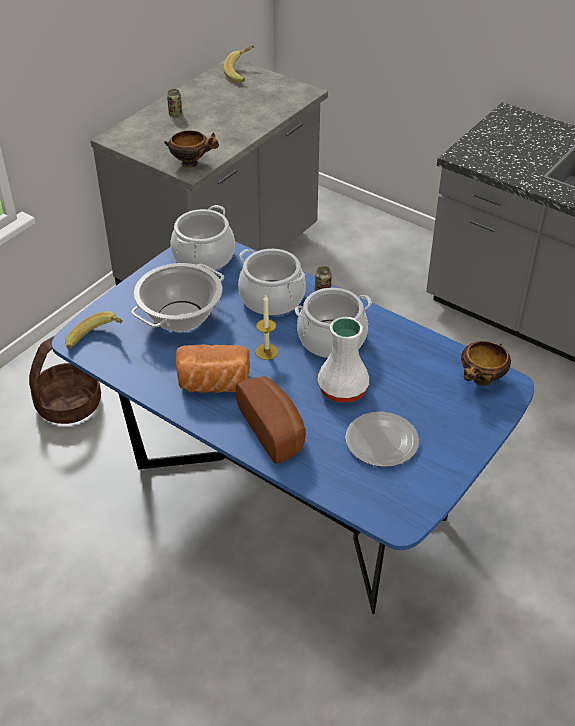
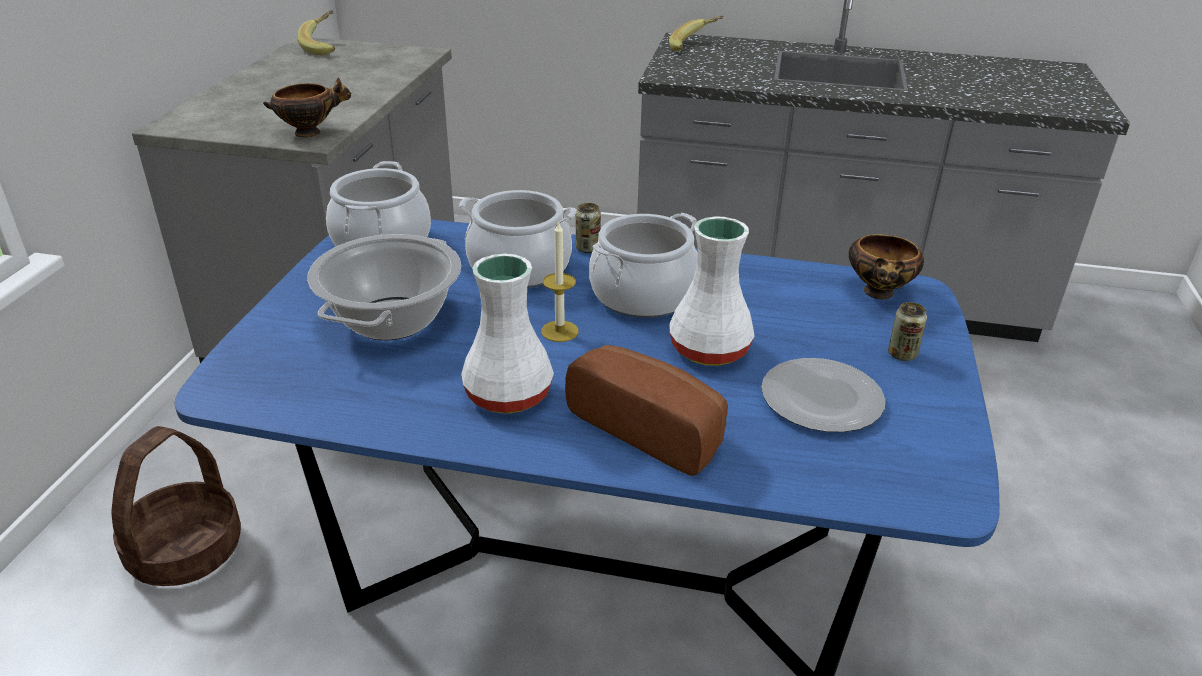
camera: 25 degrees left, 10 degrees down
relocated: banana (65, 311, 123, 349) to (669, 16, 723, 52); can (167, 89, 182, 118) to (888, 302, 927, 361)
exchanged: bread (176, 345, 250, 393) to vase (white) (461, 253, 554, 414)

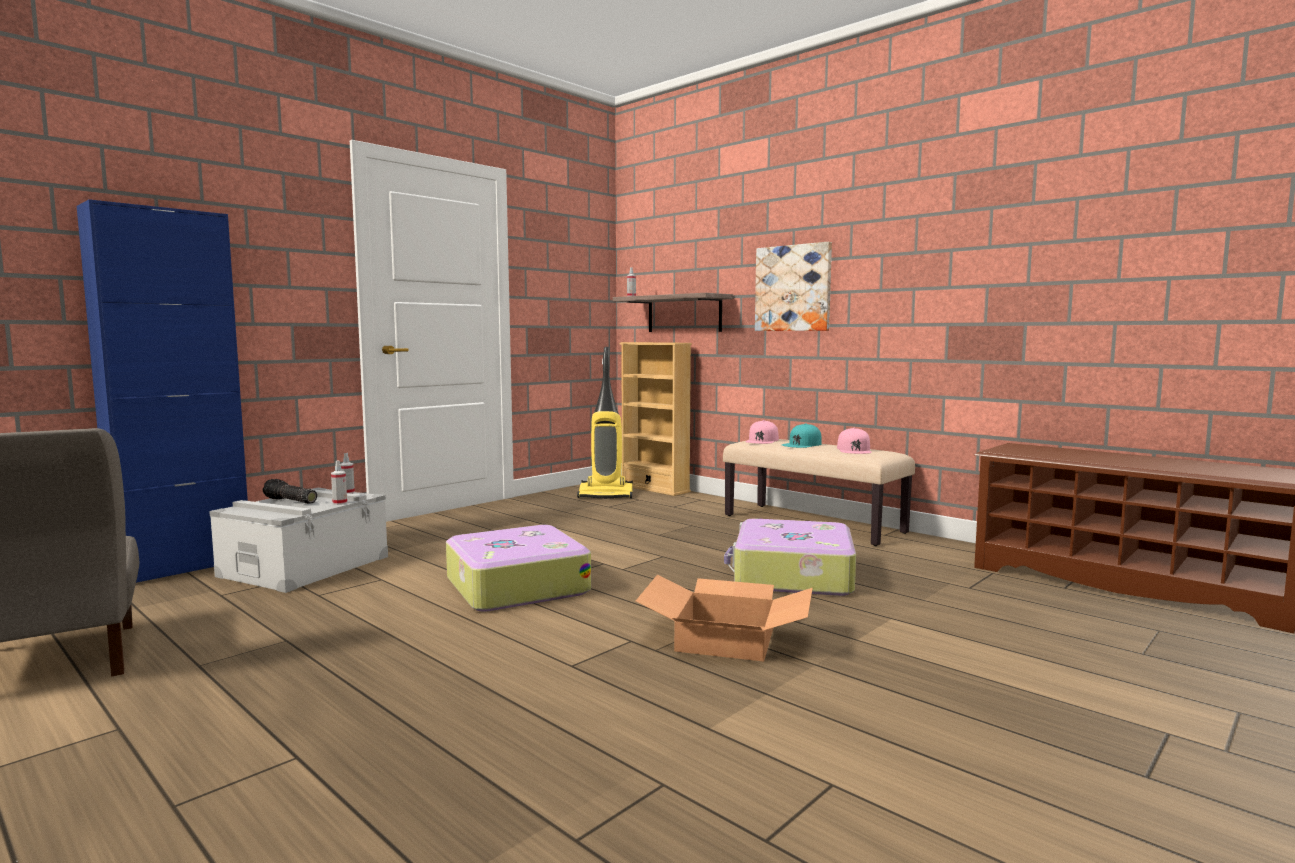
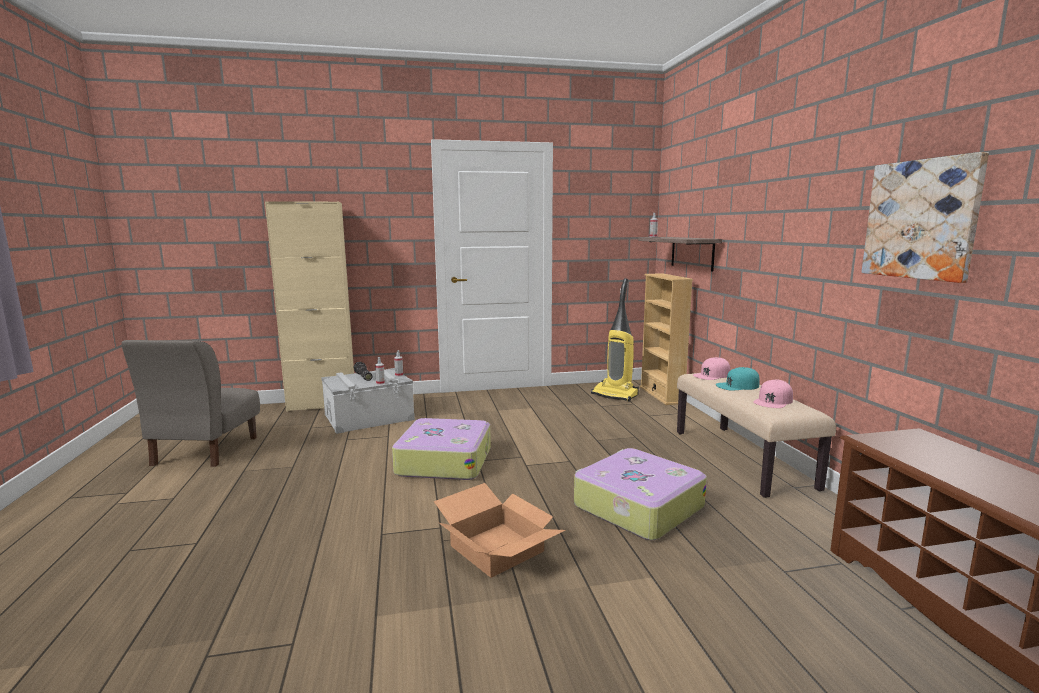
camera: 35 degrees right, 5 degrees up
relocated: picture (755, 242, 832, 331) to (862, 152, 989, 283)
colour: cabinet (blue) (77, 199, 248, 583) to cabinet (beige) (265, 201, 354, 412)

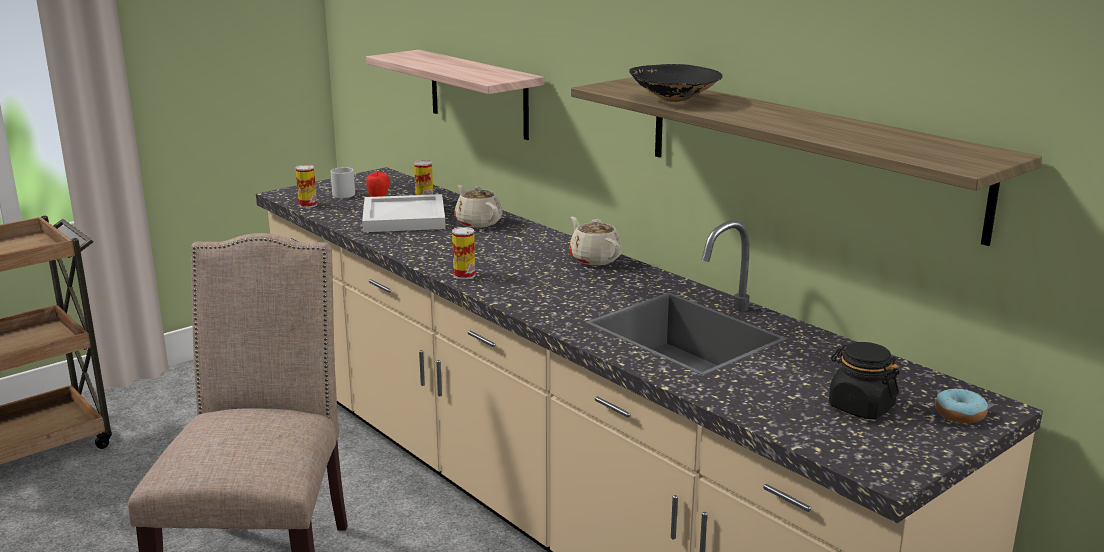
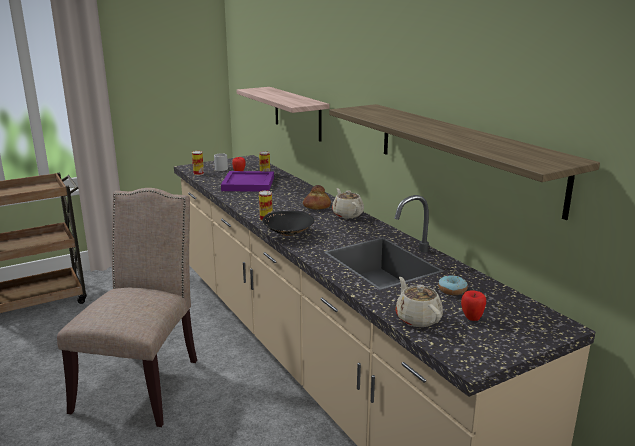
camera: 10 degrees right, 0 degrees up
appeared: bread (303, 185, 331, 210)
relocated: teapot (beige) (454, 185, 503, 228) to (395, 277, 443, 327); bowl (black) (629, 64, 723, 102) to (262, 211, 315, 236); donut (935, 389, 988, 423) to (438, 275, 468, 295)
exchanged: jar (black) (829, 342, 900, 419) to apple (461, 290, 486, 321)
colour: tray (white) (362, 194, 446, 232) to tray (purple) (221, 171, 274, 192)

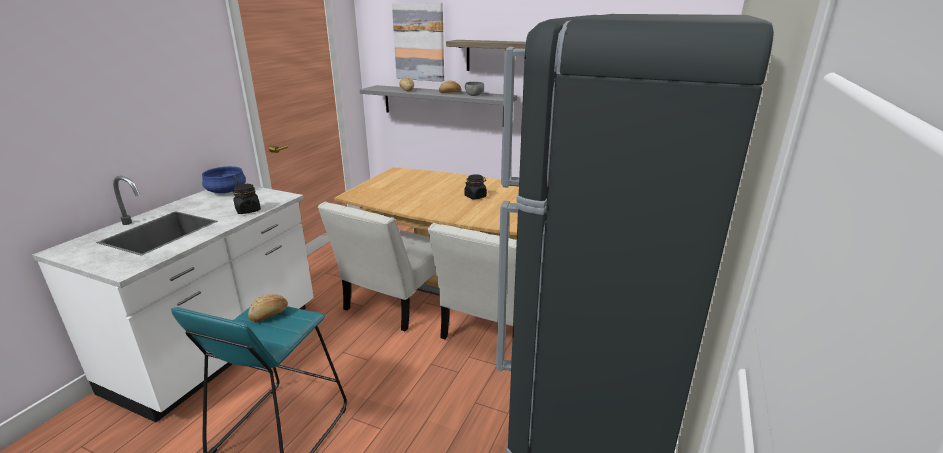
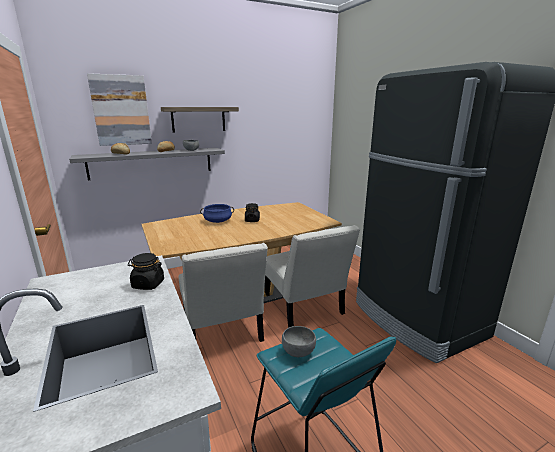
camera: 50 degrees left, 5 degrees down
relocated: cooking pot (blue) (202, 166, 246, 193) to (200, 204, 234, 223)
exchanged: bread (248, 294, 288, 322) to bowl (grey) (282, 326, 316, 357)

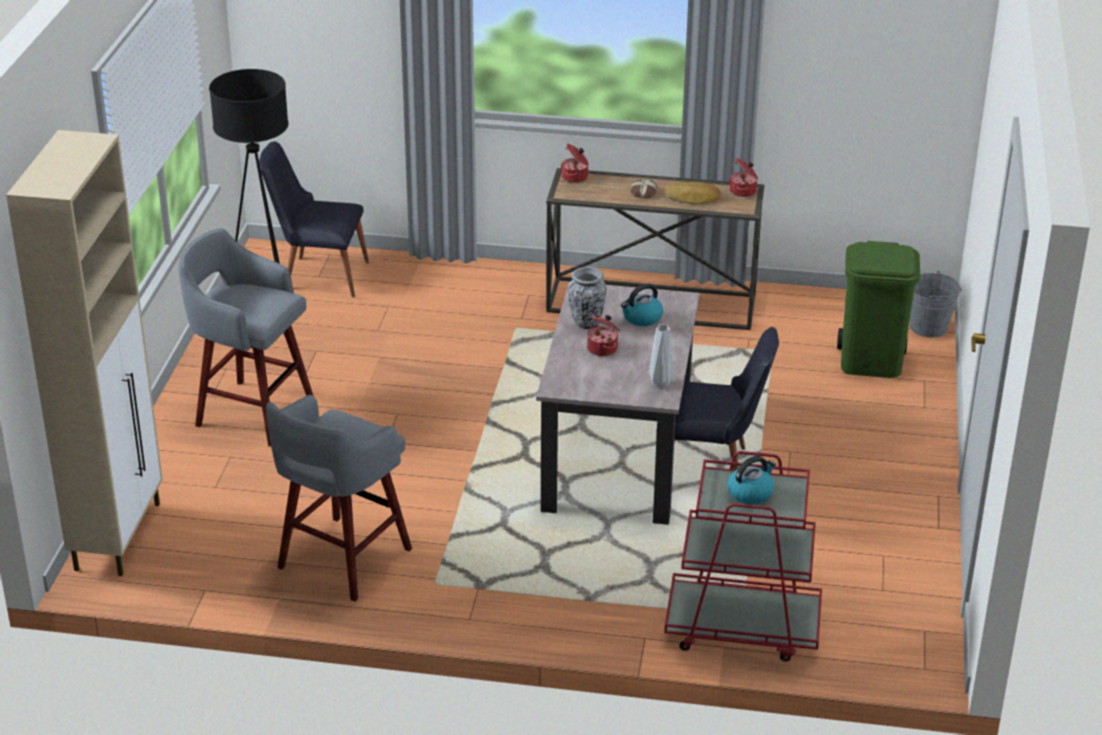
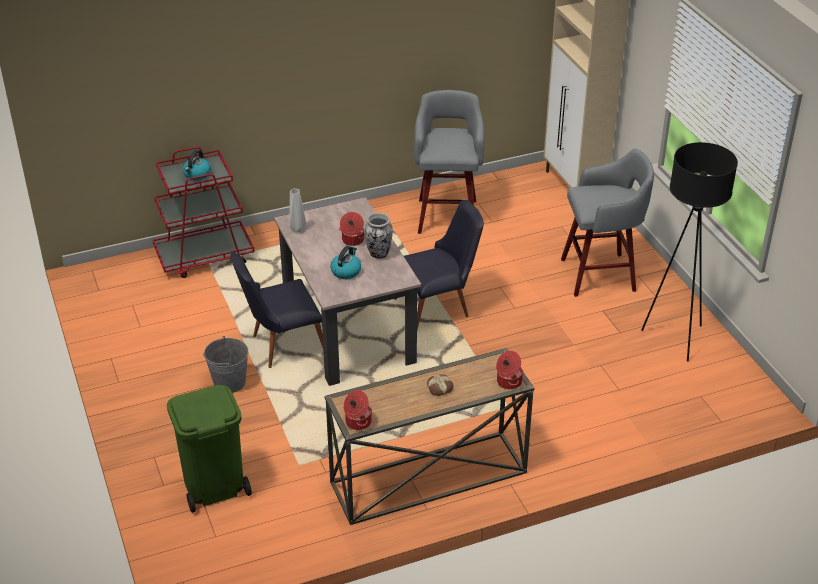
camera: 150 degrees right, 5 degrees up
missing: bread (665, 182, 721, 204)
relocated: chair (black) (259, 141, 369, 297) to (394, 200, 484, 330); bucket (grey) (910, 271, 962, 337) to (203, 336, 248, 393)

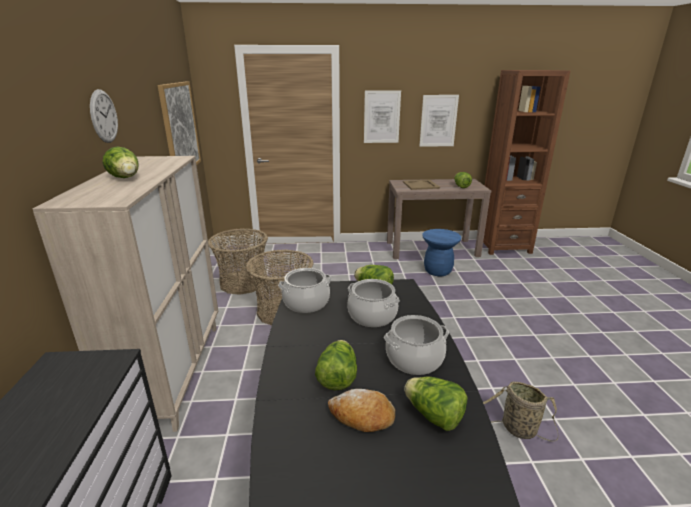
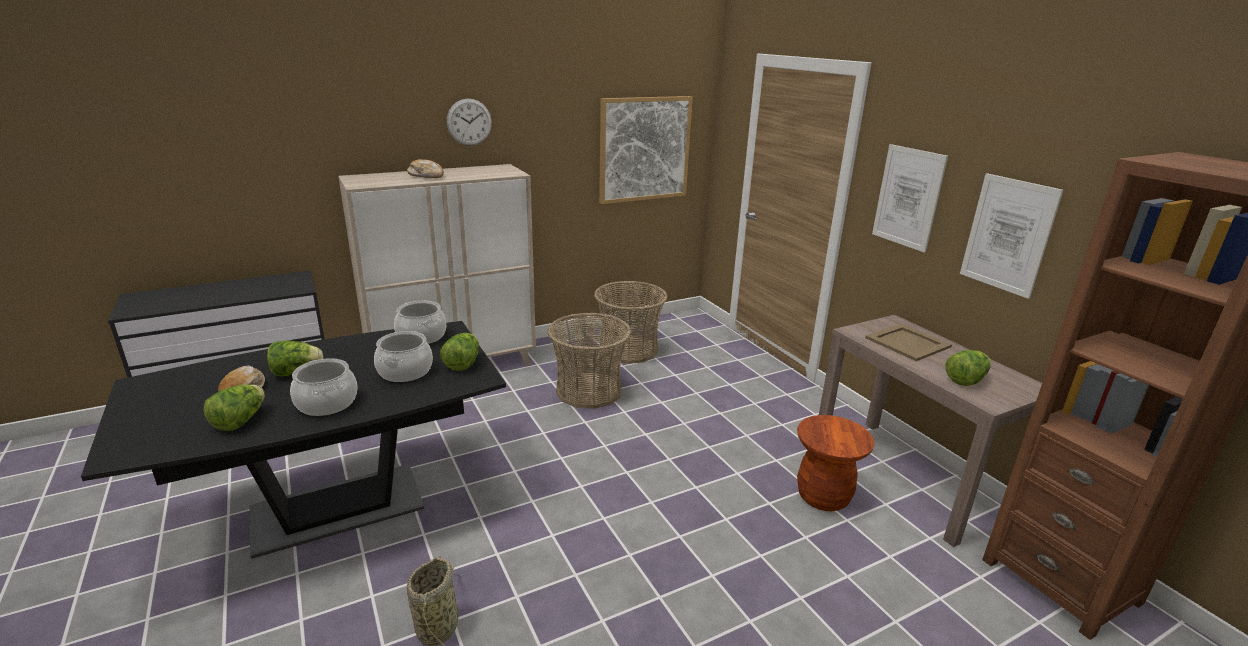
camera: 65 degrees right, 0 degrees up
exchanged: lettuce (102, 146, 139, 178) to bread (407, 159, 444, 178)
colour: stool (blue) (422, 229, 461, 276) to stool (brown) (797, 415, 875, 511)

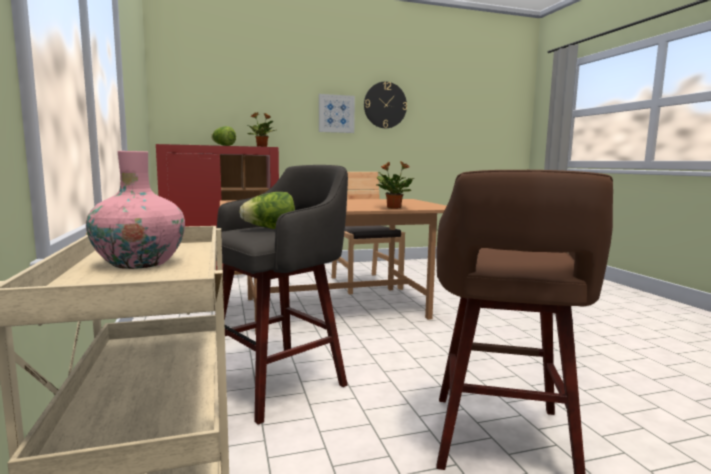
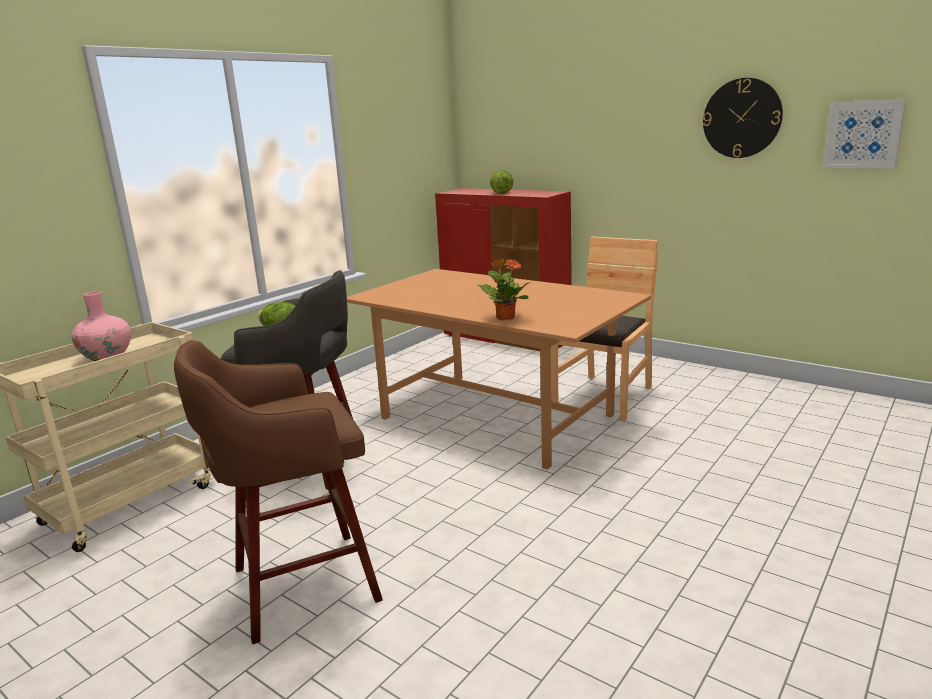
camera: 55 degrees right, 10 degrees up
missing: potted plant (248, 112, 275, 147)
relocated: picture (319, 94, 355, 133) to (823, 98, 907, 169)

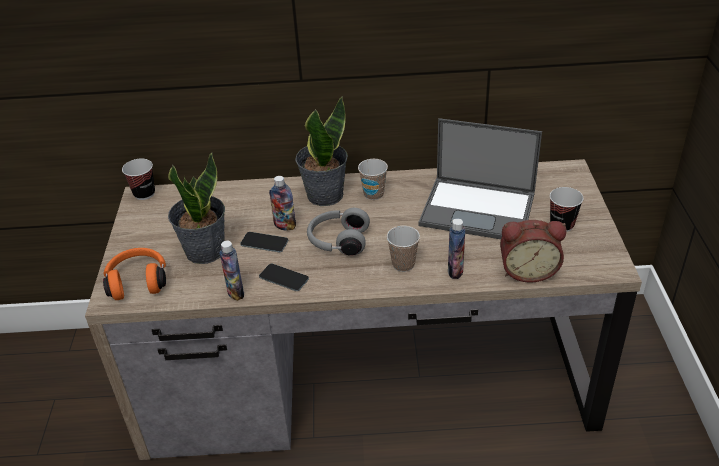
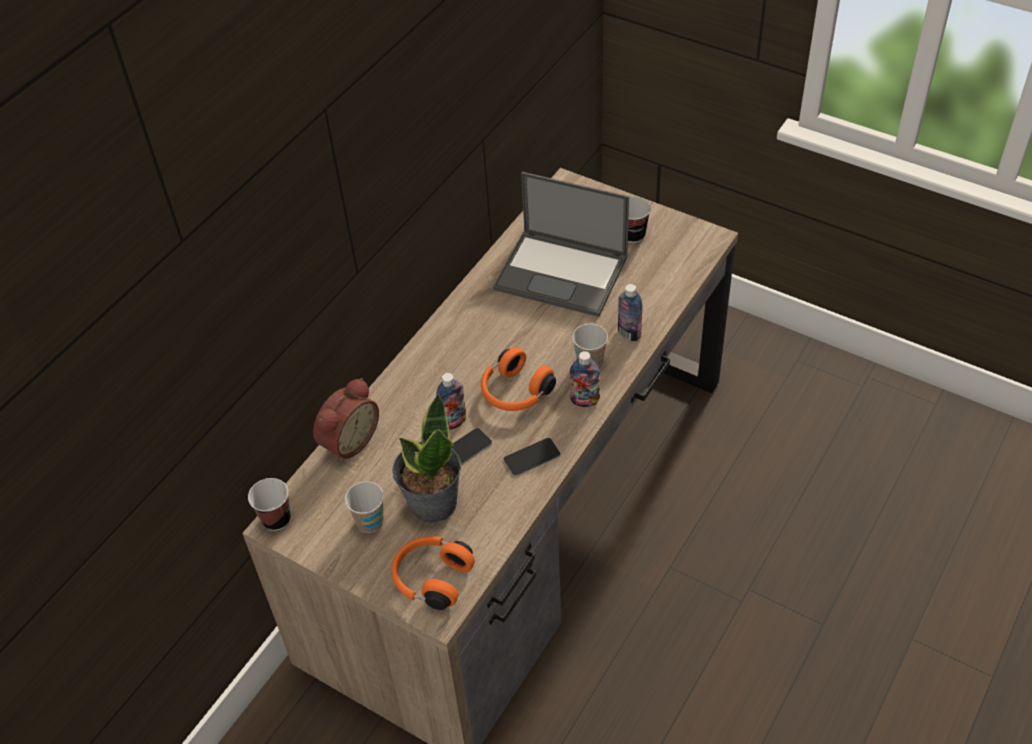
camera: 55 degrees left, 10 degrees up
missing: potted plant (295, 97, 348, 206)
relocated: bottle (219, 241, 244, 301) to (569, 351, 600, 407); cup (358, 159, 388, 200) to (345, 481, 384, 533); alarm clock (500, 220, 567, 282) to (313, 378, 379, 462)
colour: headphones (grey) (307, 208, 370, 256) to headphones (orange) (481, 347, 556, 411)
spun: laptop (419, 118, 542, 239) = (493, 172, 629, 317) 60 degrees clockwise

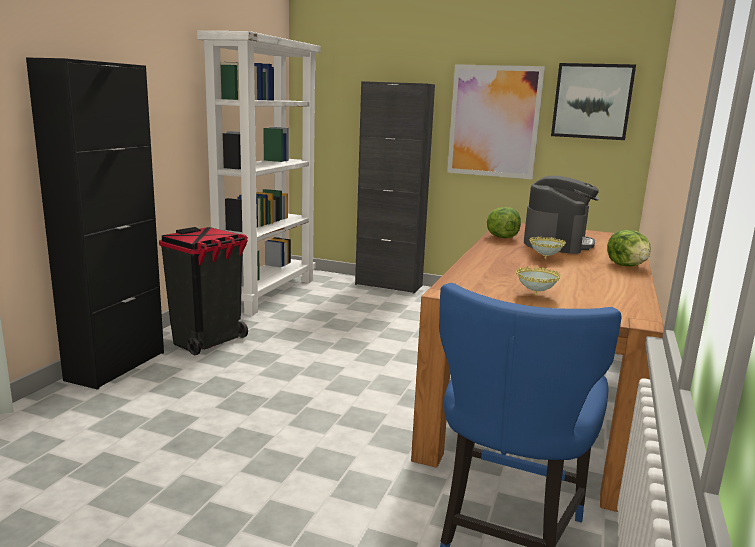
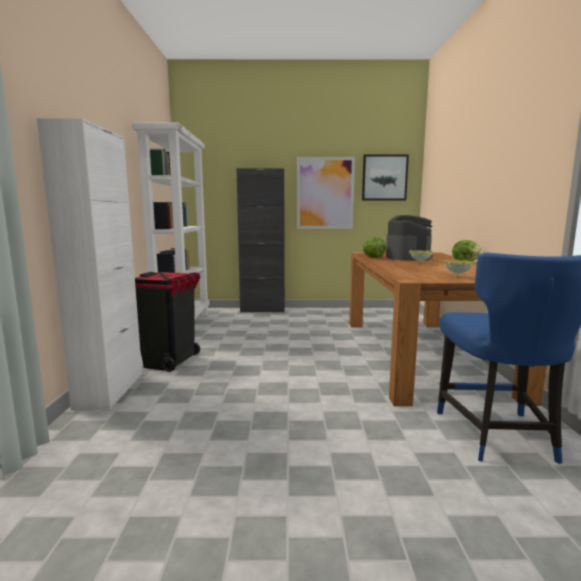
camera: 20 degrees left, 5 degrees down
colour: cabinet (black) (26, 57, 164, 390) to cabinet (white) (37, 118, 142, 410)

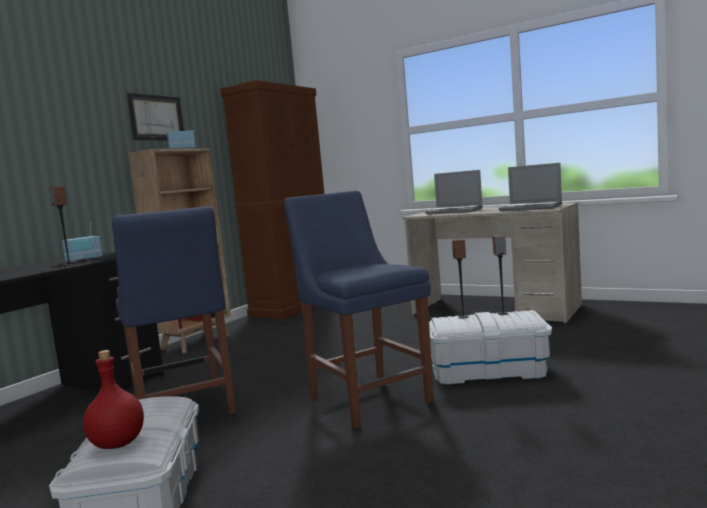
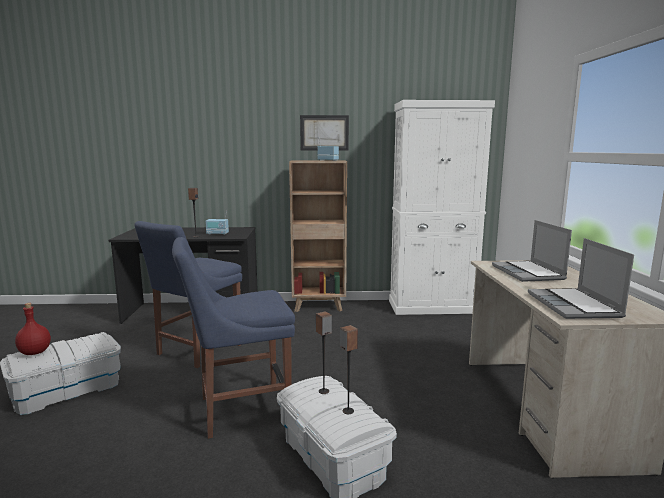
camera: 55 degrees right, 5 degrees up
colour: cabinet (brown) (220, 80, 324, 319) to cabinet (white) (389, 100, 495, 315)
spun: chair (blue) (284, 191, 434, 429) = (172, 237, 295, 439) 135 degrees counterclockwise

